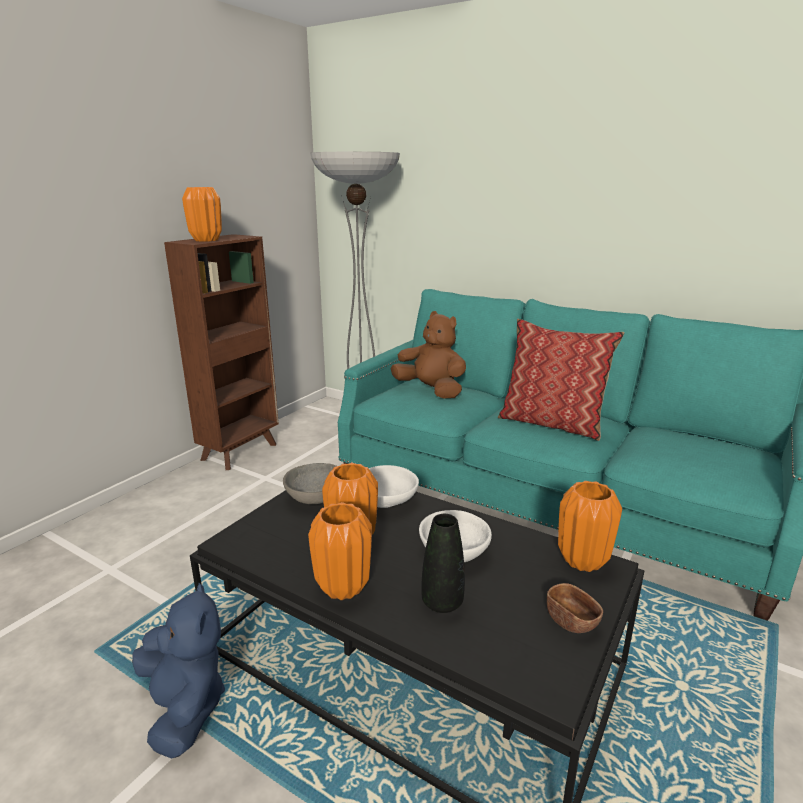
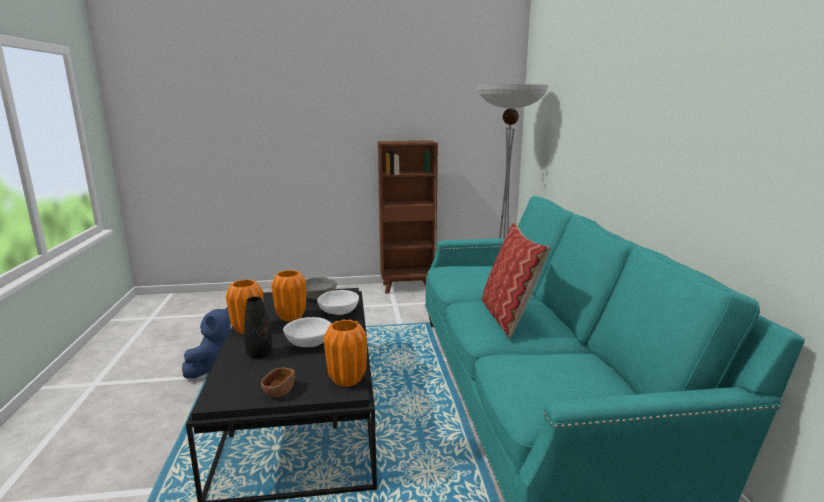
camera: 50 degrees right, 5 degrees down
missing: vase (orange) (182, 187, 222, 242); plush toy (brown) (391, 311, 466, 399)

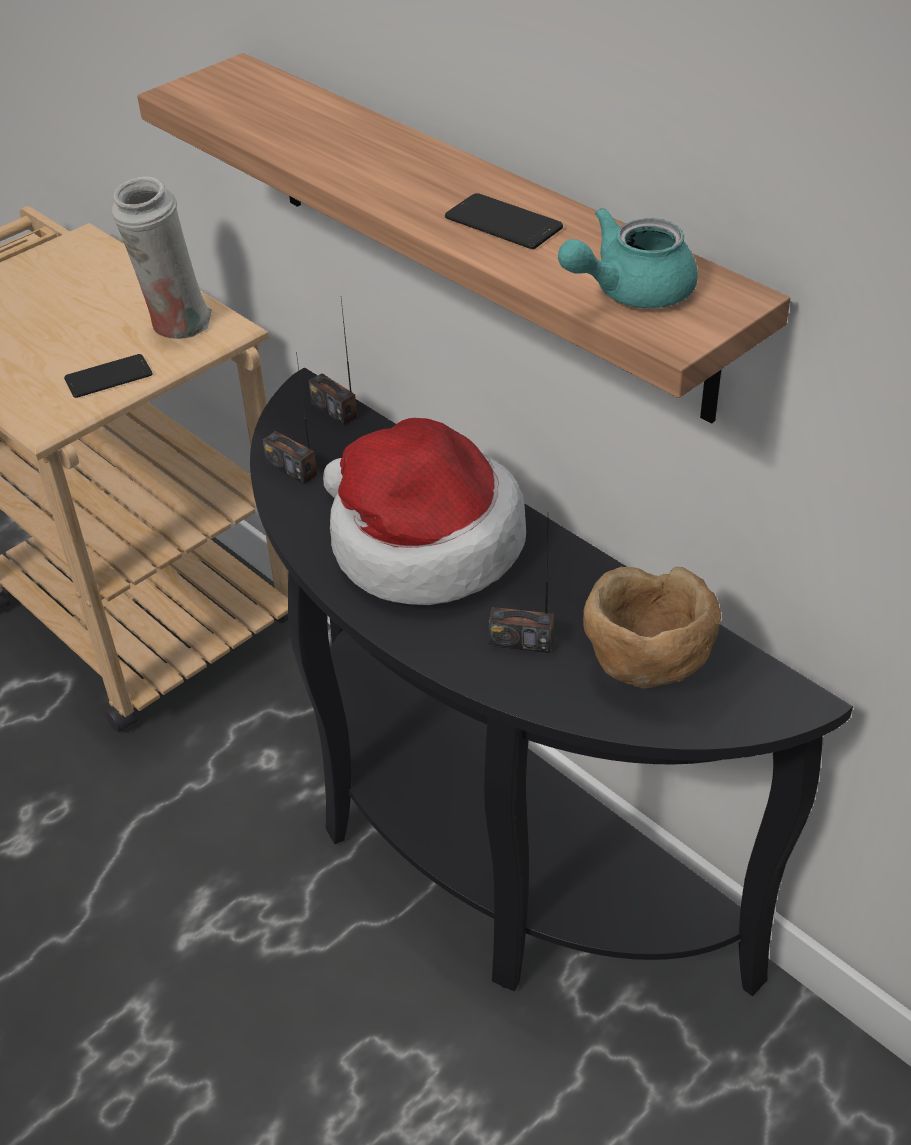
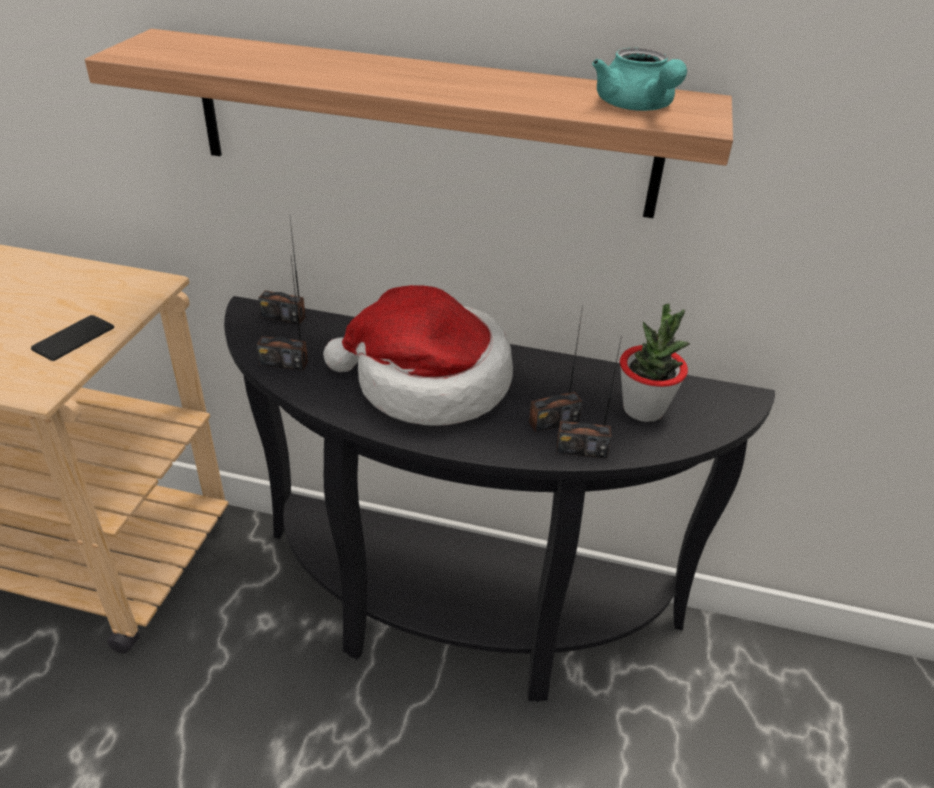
camera: 35 degrees left, 5 degrees down
missing: vase (white) (112, 176, 212, 339); phone (445, 193, 563, 249)
appeared: radio (557, 336, 622, 458)
exchanged: bowl (brown) (583, 567, 721, 689) to potted plant (620, 303, 690, 422)
spun: teapot (turquoise) (558, 208, 698, 308) = (592, 48, 687, 111) 45 degrees counterclockwise

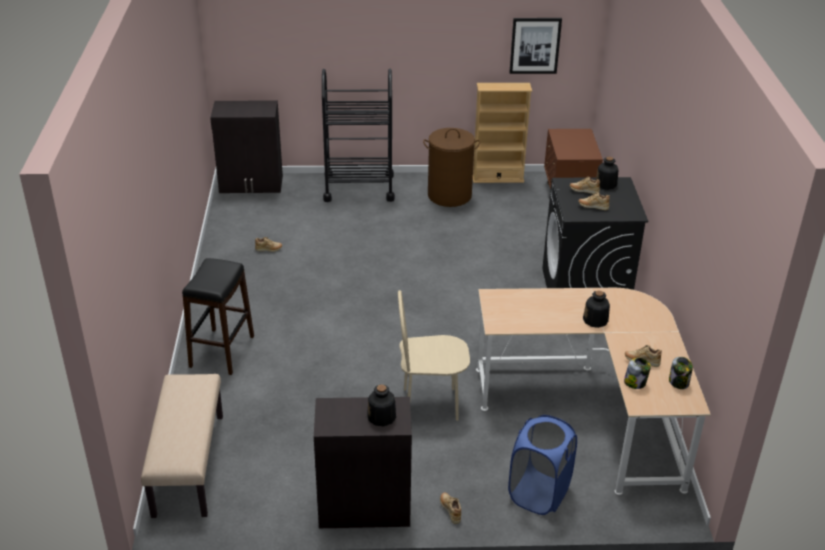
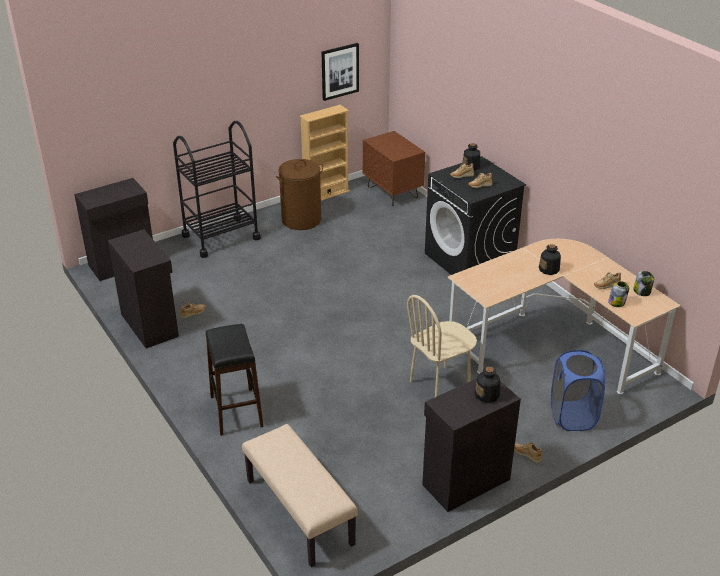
camera: 30 degrees left, 0 degrees up
appeared: cabinet (black) (108, 229, 179, 348)

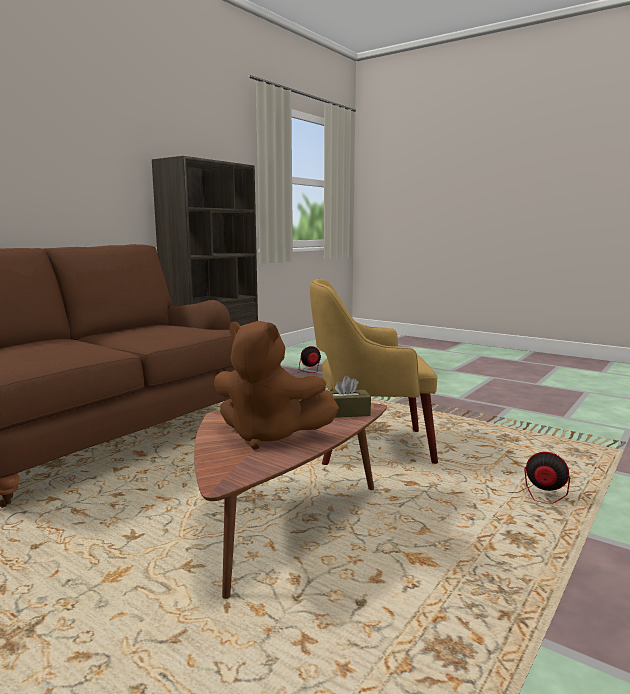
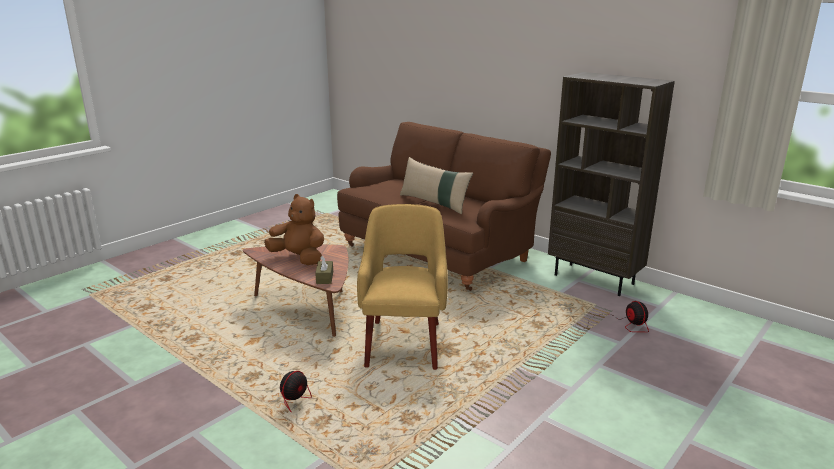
camera: 95 degrees right, 10 degrees up
appeared: pillow (beige) (400, 157, 473, 214)
spun: plush toy (brown) (214, 321, 339, 450) = (264, 194, 324, 265) 90 degrees clockwise

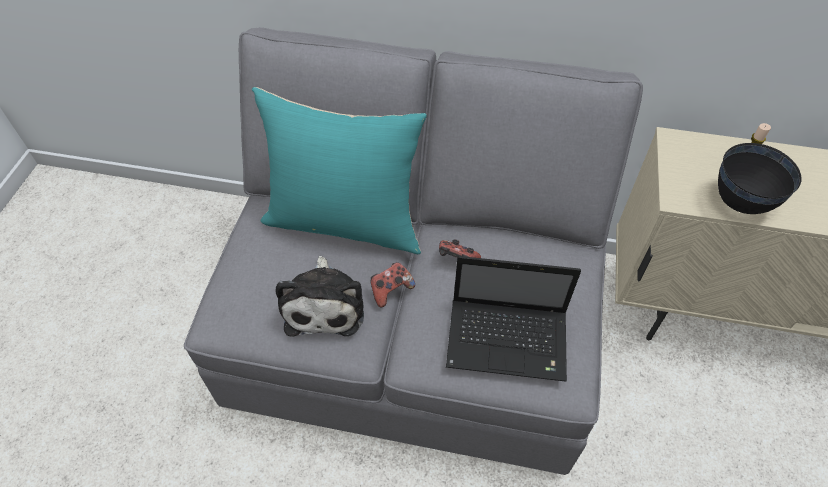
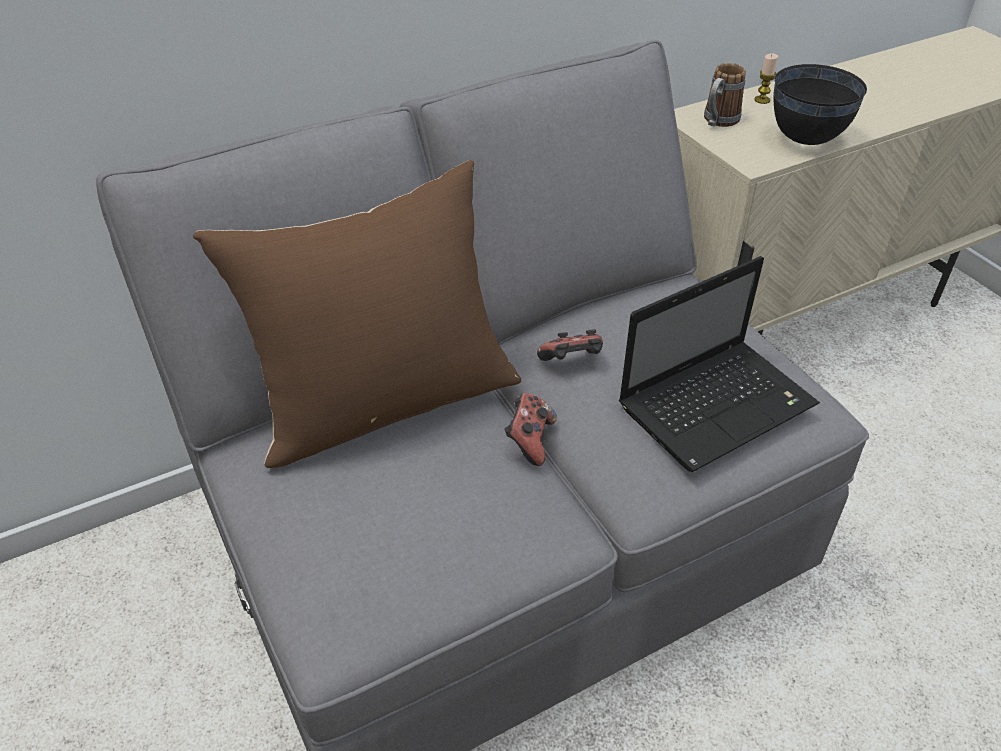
camera: 40 degrees left, 10 degrees down
missing: plush toy (276, 256, 364, 337)
appeared: mug (704, 63, 746, 127)
colour: pillow (turquoise) (252, 87, 427, 254) to pillow (brown) (193, 160, 521, 468)

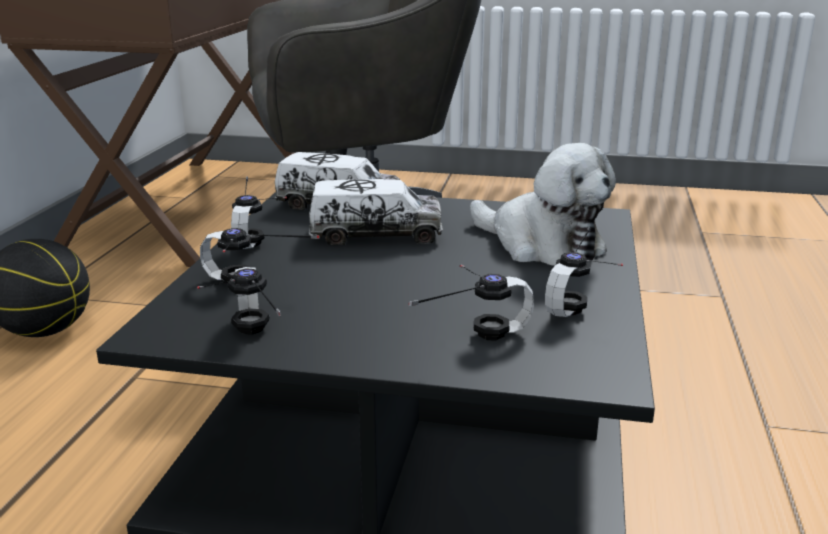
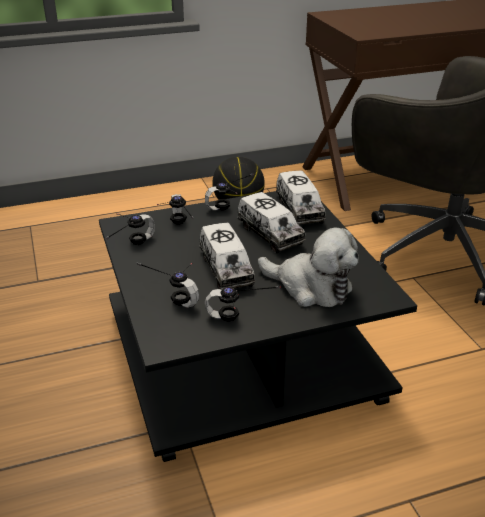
camera: 60 degrees right, 10 degrees up
appeared: toy truck (200, 223, 255, 289)
spun: plush toy (470, 143, 616, 266) = (258, 228, 359, 307) 75 degrees counterclockwise

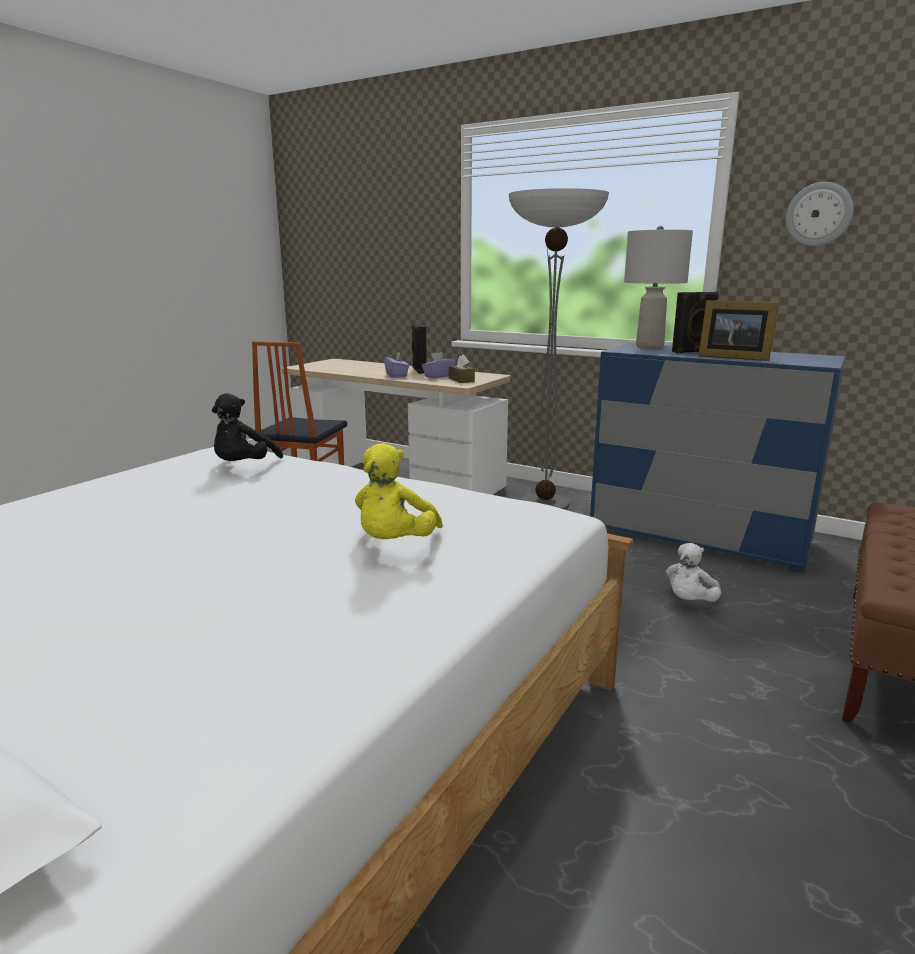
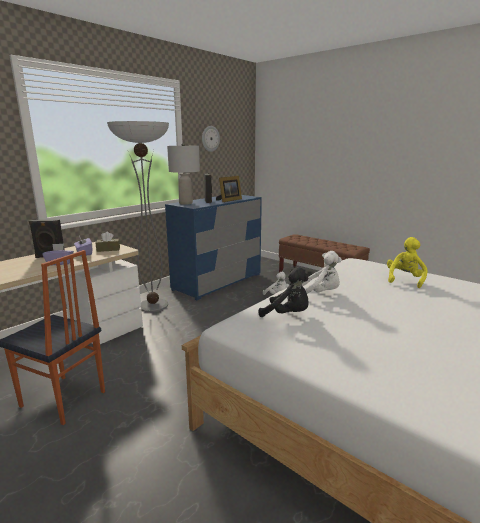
camera: 80 degrees left, 0 degrees up
appeared: plush toy (white) (302, 251, 342, 294)
spun: plush toy (yellow) (355, 443, 443, 539) = (387, 237, 428, 288) 90 degrees counterclockwise

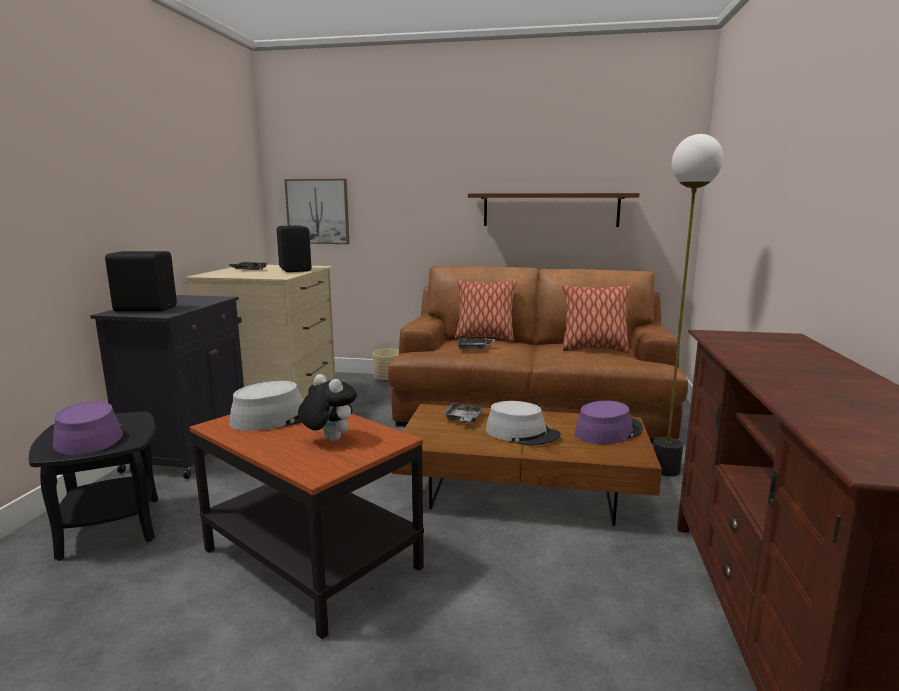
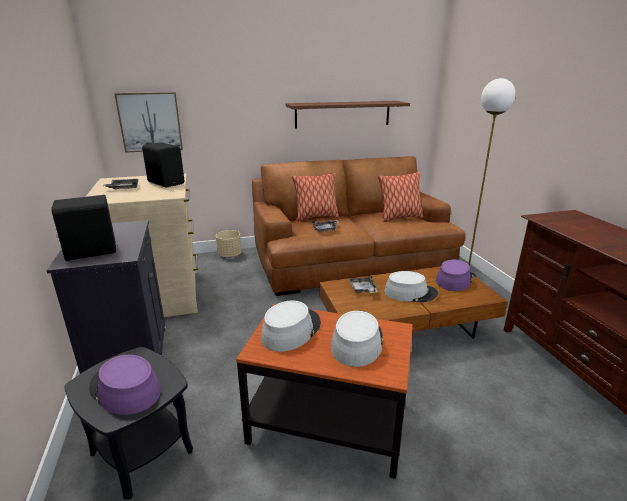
camera: 25 degrees left, 10 degrees up
exchanged: plush toy (298, 374, 357, 441) to hat (grey) (331, 311, 383, 367)

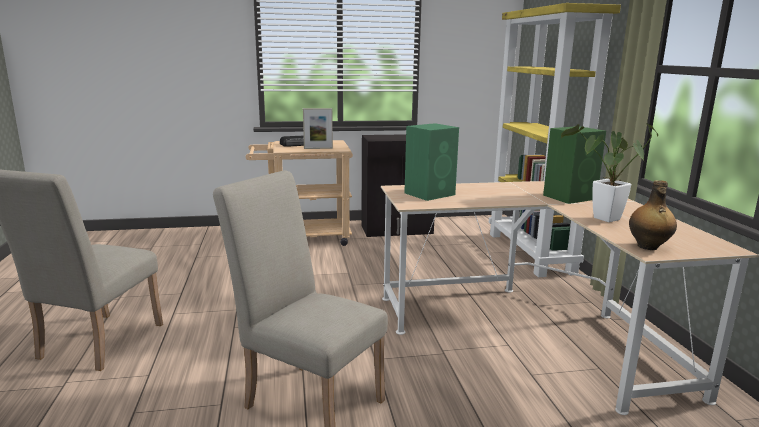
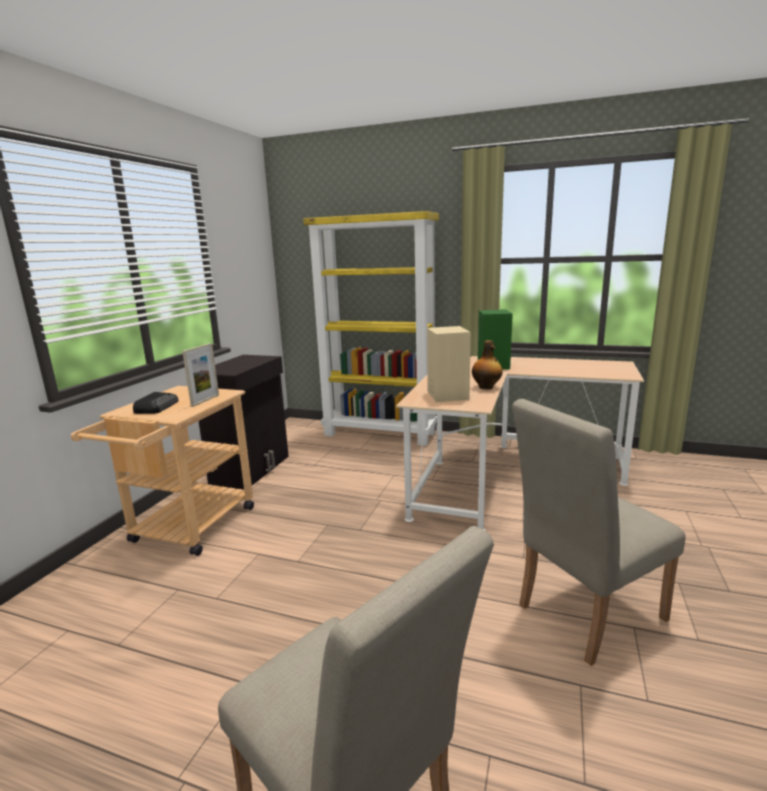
camera: 60 degrees left, 0 degrees up
missing: potted plant (561, 123, 659, 222)
relocated: bottle (629, 180, 677, 250) to (472, 340, 503, 390)
colour: speaker (green) (404, 123, 459, 201) to speaker (beige) (427, 326, 471, 402)

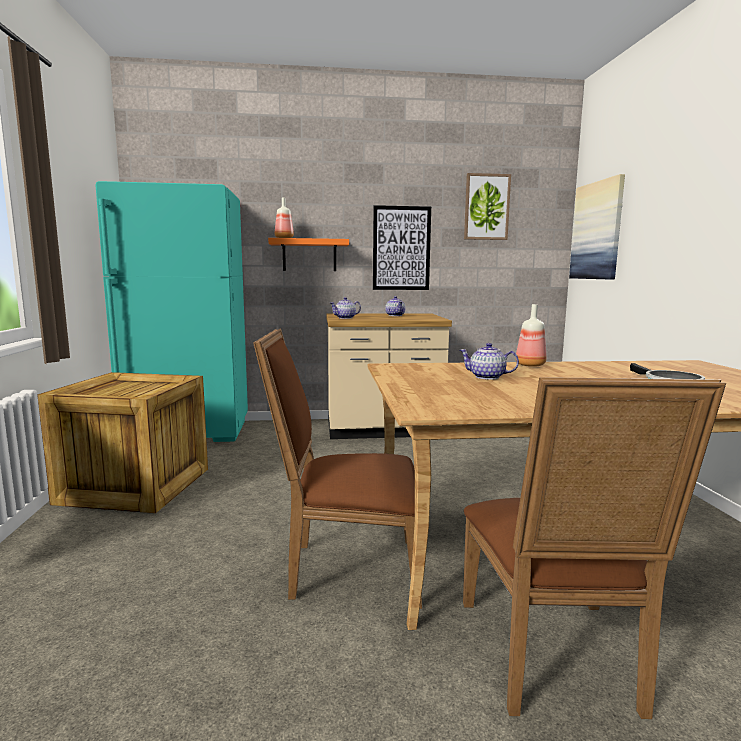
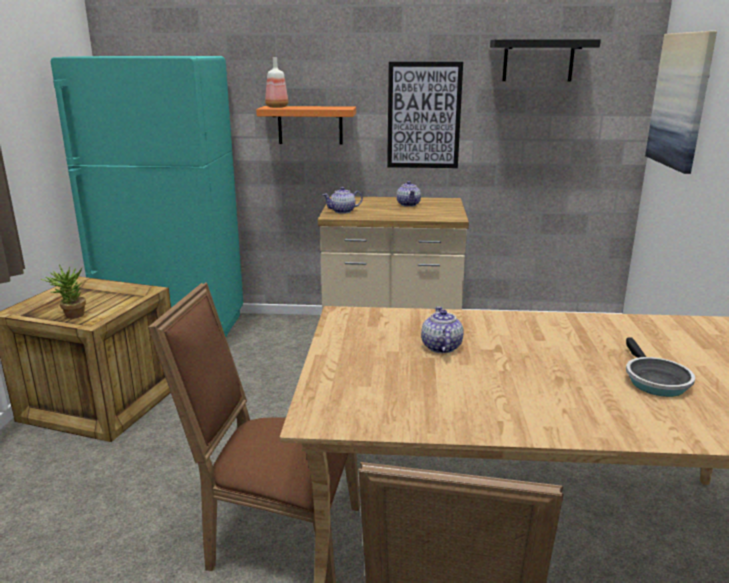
camera: 10 degrees right, 10 degrees up
missing: bottle (515, 304, 546, 367)
appeared: potted plant (41, 265, 86, 319)
exchanged: picture (464, 173, 511, 240) to shelf (black) (490, 39, 601, 82)
spun: teapot (459, 343, 519, 380) = (421, 306, 464, 353) 60 degrees clockwise

